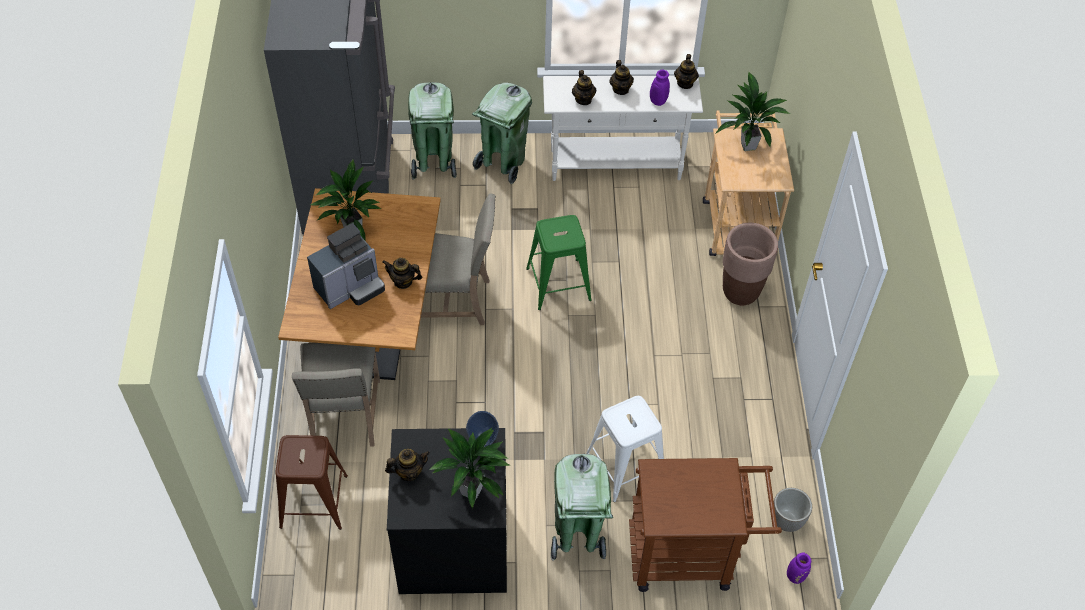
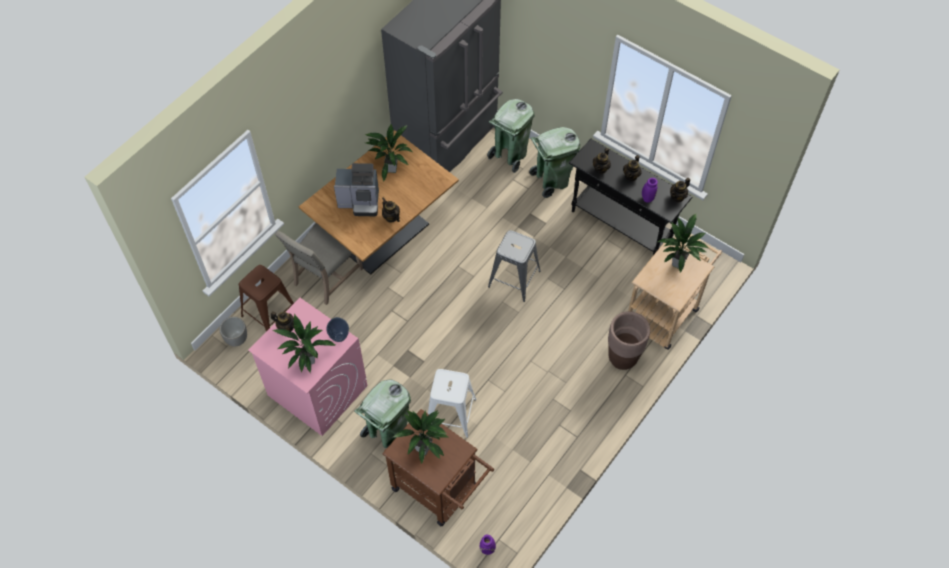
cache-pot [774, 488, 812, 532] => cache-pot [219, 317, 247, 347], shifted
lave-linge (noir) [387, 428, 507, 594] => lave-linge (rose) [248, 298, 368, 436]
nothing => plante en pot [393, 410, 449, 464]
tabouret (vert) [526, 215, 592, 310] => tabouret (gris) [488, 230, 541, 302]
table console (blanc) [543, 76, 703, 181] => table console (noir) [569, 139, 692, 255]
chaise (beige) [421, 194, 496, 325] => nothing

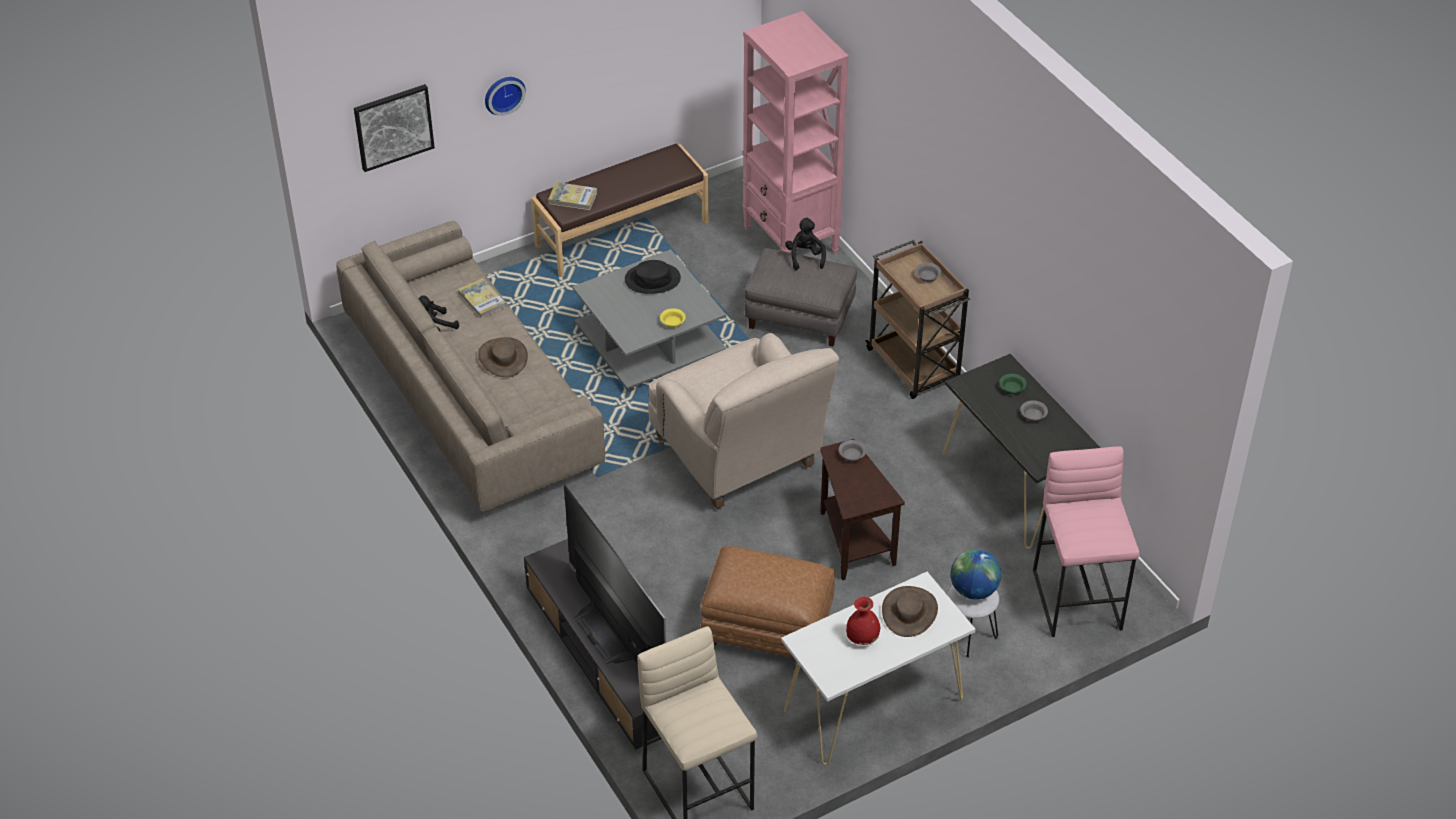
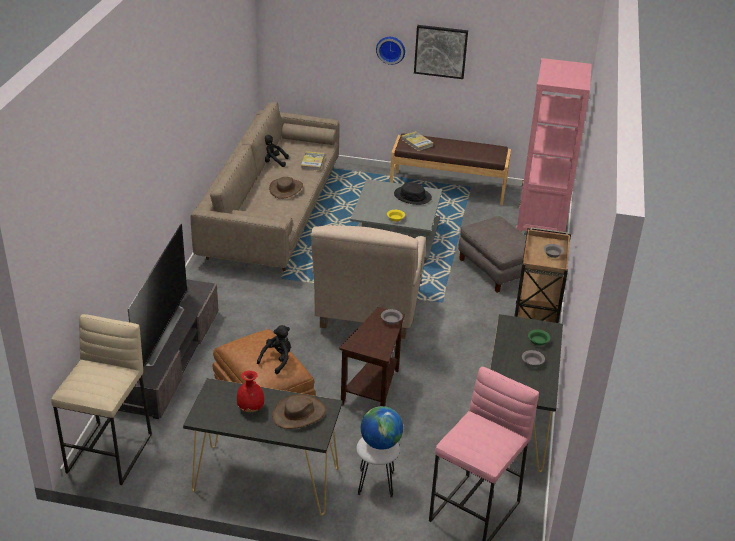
table console (blanc) [781, 572, 976, 765] => table console (noir) [183, 378, 343, 515]
peluche (noir) [785, 218, 826, 270] => peluche (noir) [257, 325, 291, 374], shifted
tableau [354, 84, 435, 172] => tableau [414, 25, 468, 79], shifted

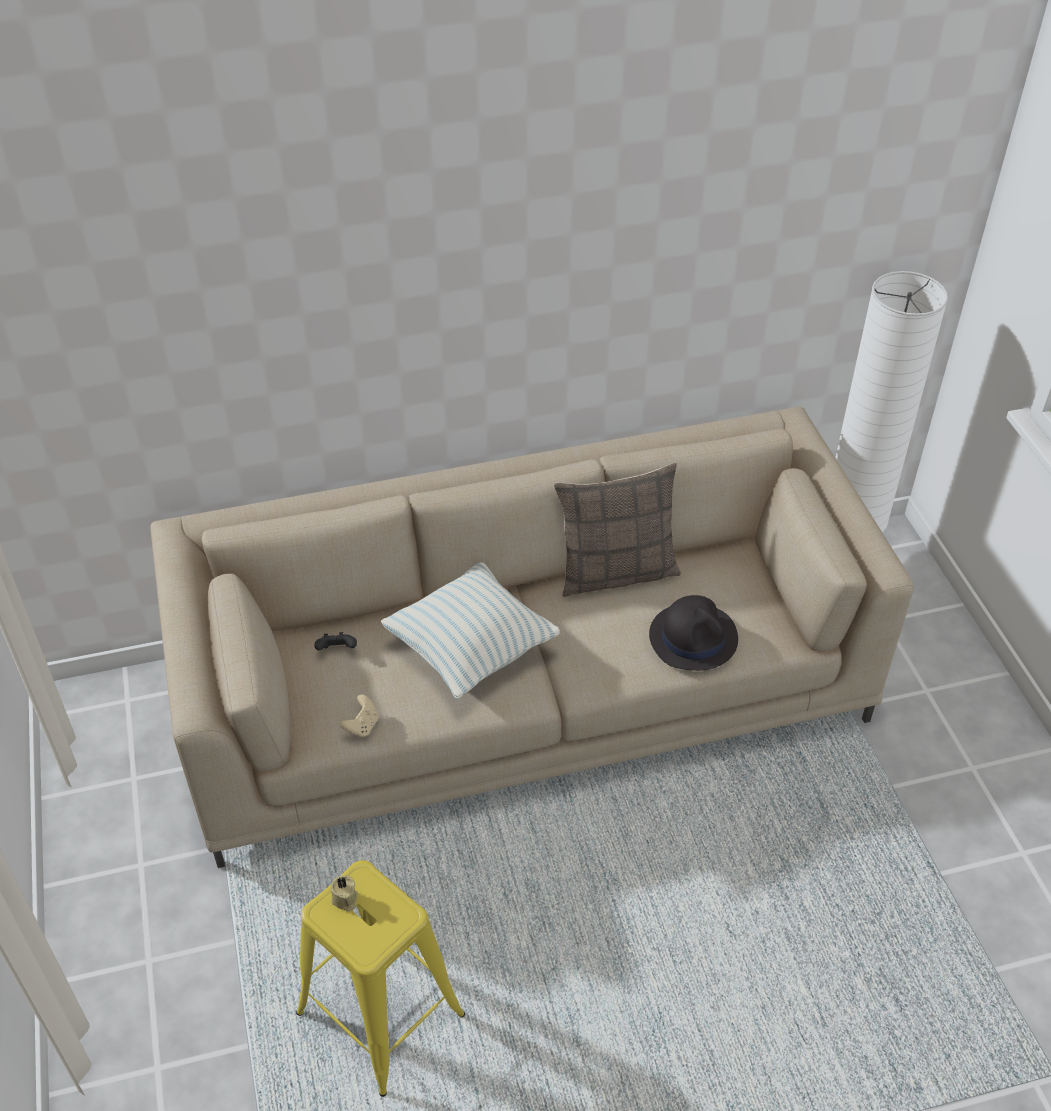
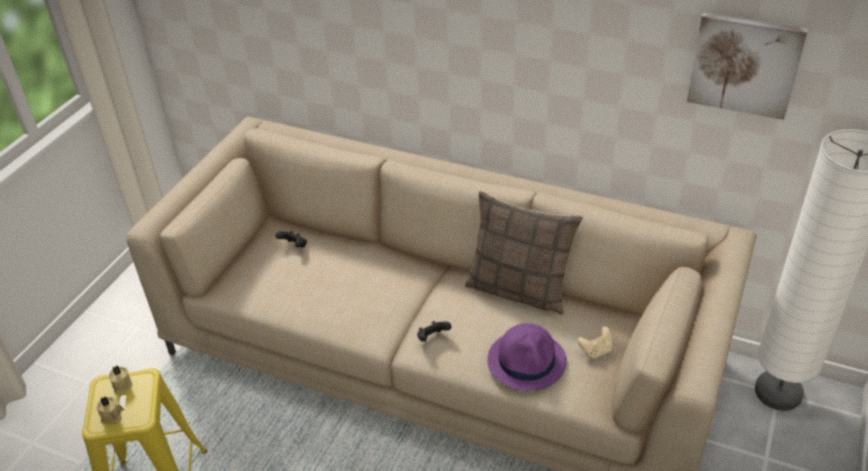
nothing => bougie (beige) [97, 396, 122, 424]
nothing => manette (noir) [417, 321, 452, 342]
chapeau (noir) [649, 595, 738, 671] => chapeau (violet) [487, 323, 567, 391]
manette (beige) [340, 694, 379, 738] => manette (beige) [578, 327, 613, 359], shifted
nothing => tableau [687, 13, 808, 120]
coussin [381, 562, 560, 699] => nothing

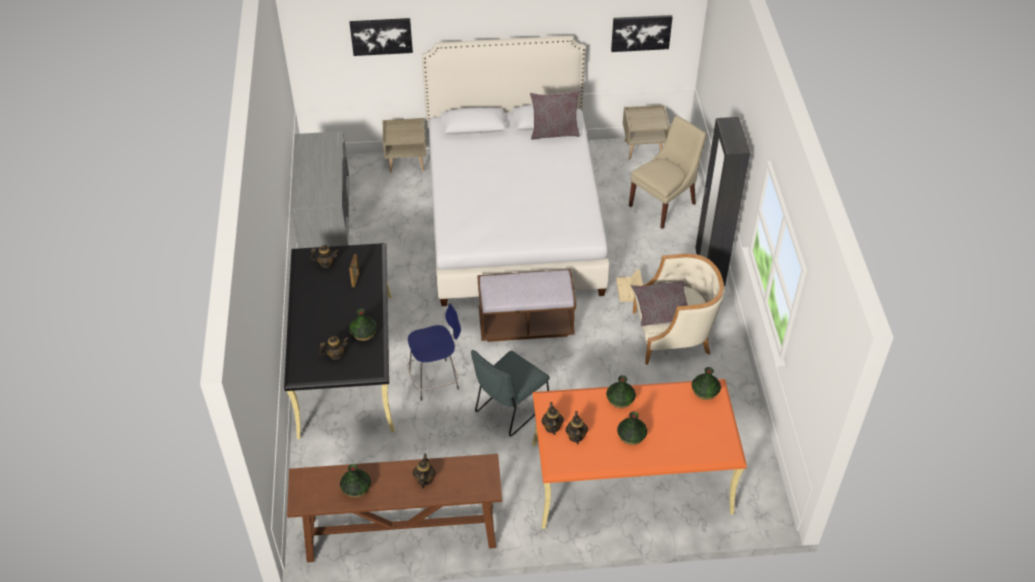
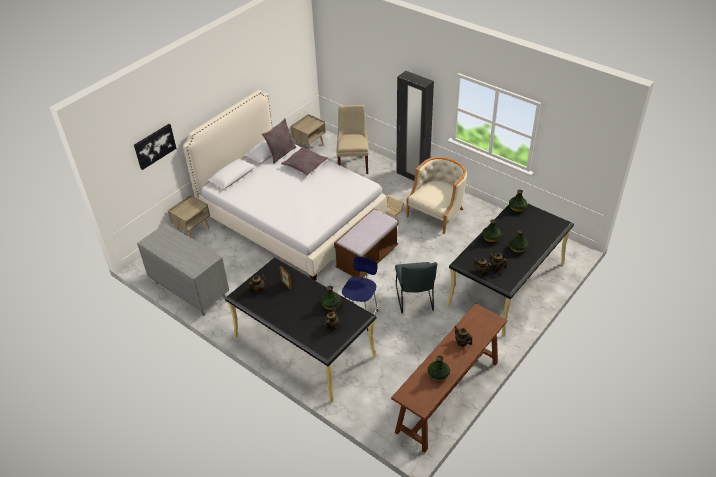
coussin (gris) [631, 280, 688, 327] => coussin (gris) [281, 147, 328, 176], shifted
bureau (orange) [532, 379, 747, 529] => bureau (noir) [446, 203, 574, 336]
tableau [611, 15, 673, 52] => nothing

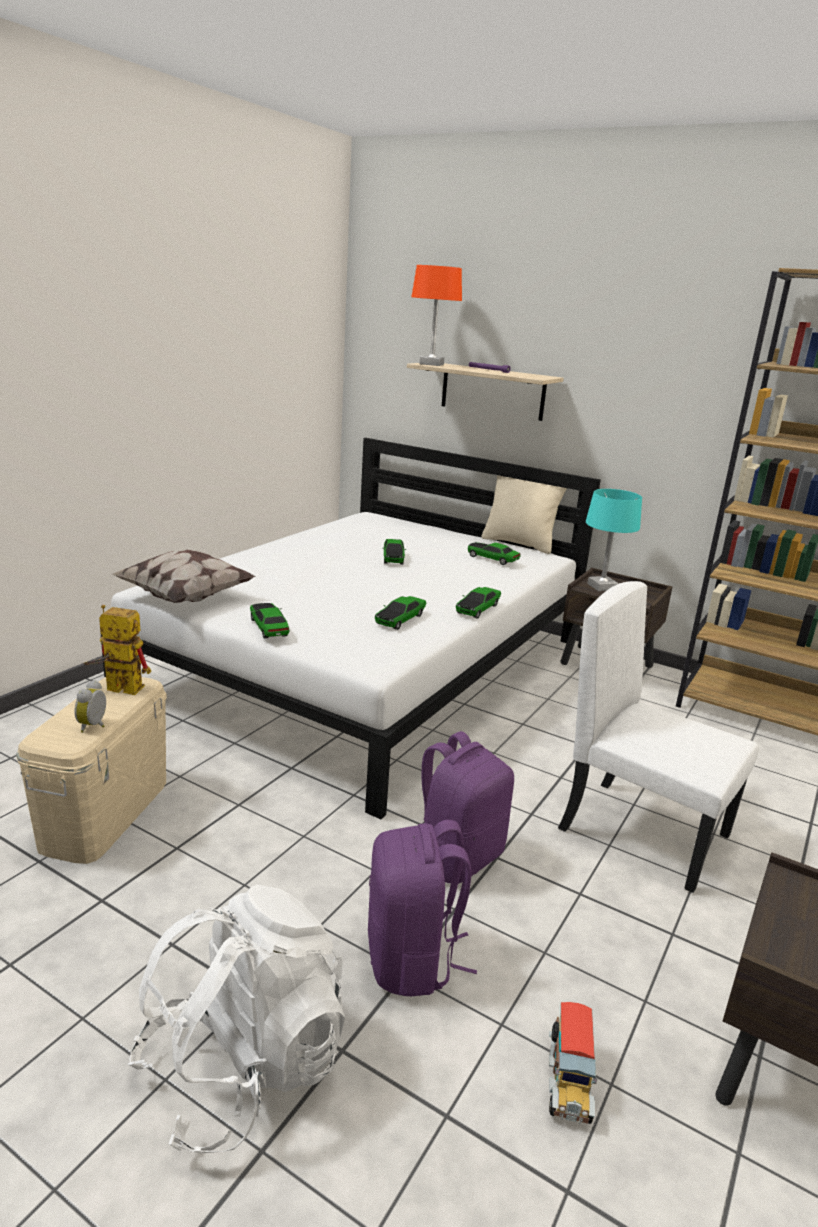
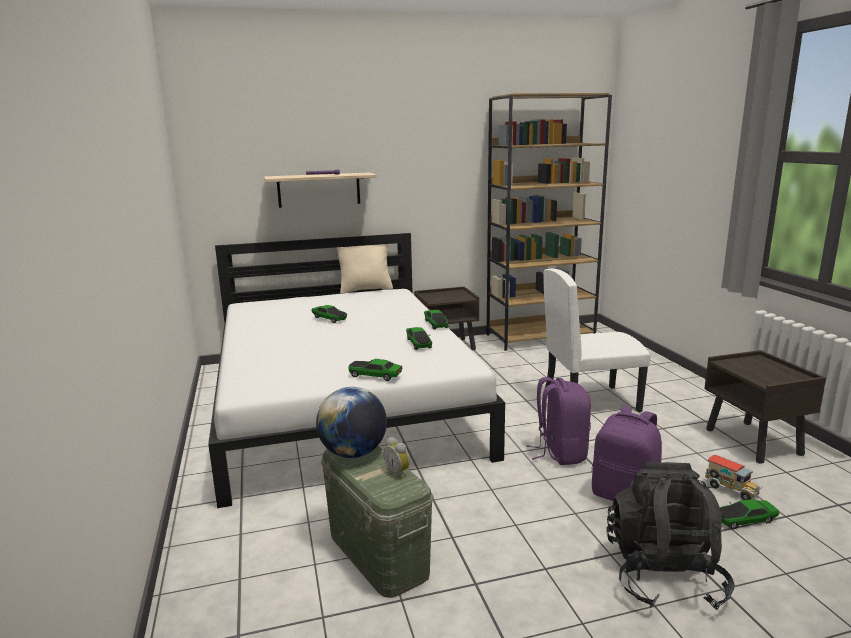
robot jouet [84, 605, 151, 695] => globe [316, 387, 387, 458]
boîte de rangement (beige) [16, 677, 167, 864] => boîte de rangement (vert) [321, 446, 433, 598]
sac à dos (blanc) [128, 884, 345, 1154] => sac à dos (noir) [606, 462, 735, 610]
petite voiture [468, 542, 521, 565] => petite voiture [720, 499, 780, 529], shifted
coussin [112, 549, 256, 603] => nothing
lampe de table (orange) [412, 265, 462, 366] => nothing
lampe de table (turquoise) [586, 489, 642, 591] => nothing

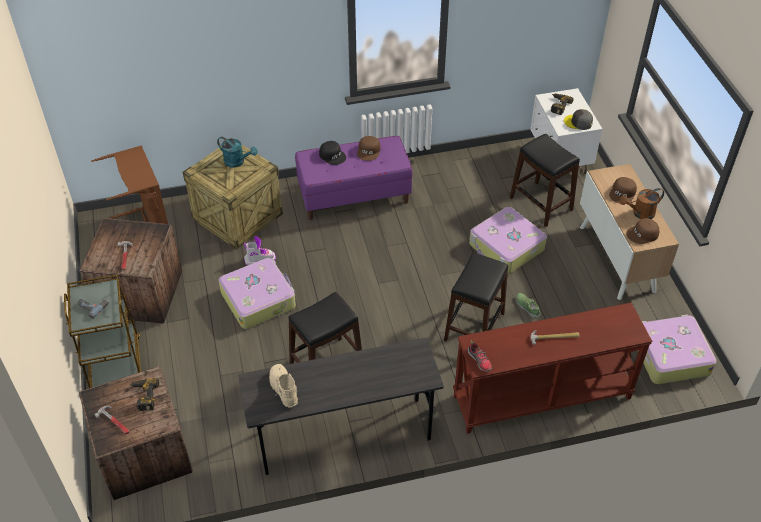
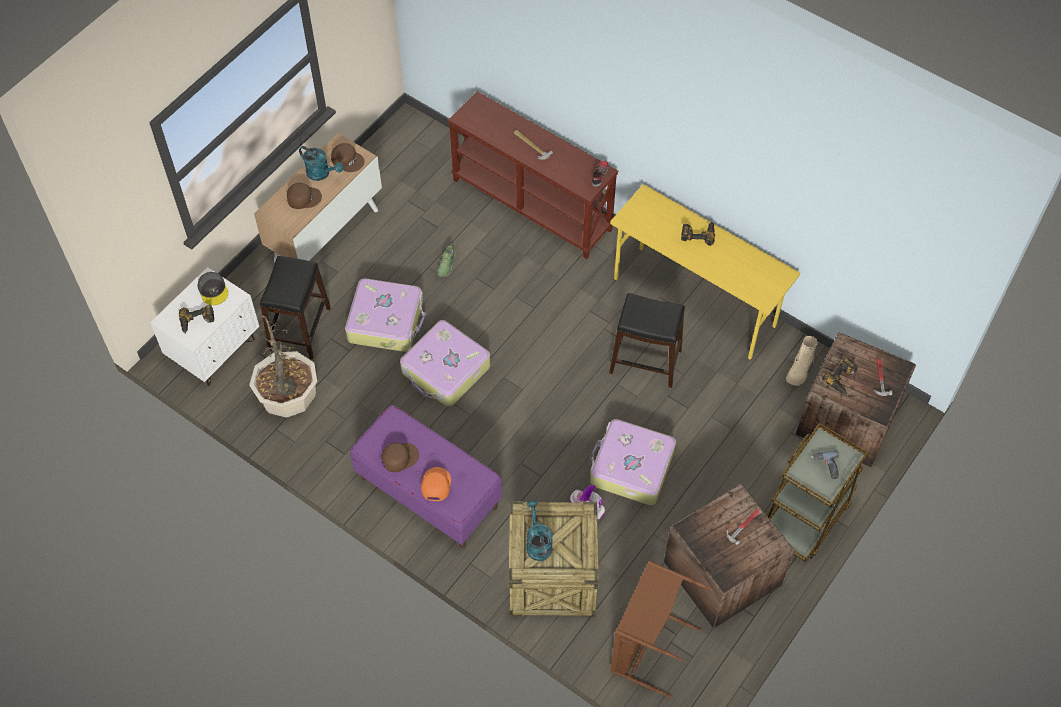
nothing => plante en pot [249, 310, 317, 418]
arrosoir (marron) [619, 188, 664, 219] => arrosoir (turquoise) [299, 146, 343, 181]
valise [638, 314, 717, 384] => valise [400, 320, 491, 407], shifted
casquette (noir) [319, 141, 346, 165] => casquette (orange) [421, 467, 451, 501]
bureau (gris) [238, 338, 444, 475] => bureau (jaune) [610, 184, 800, 360]
nothing => perceuse [681, 221, 715, 246]
botte (beige) [269, 364, 298, 407] => botte (beige) [786, 336, 818, 386], shifted
tabouret (noir) [444, 253, 508, 342] => nothing

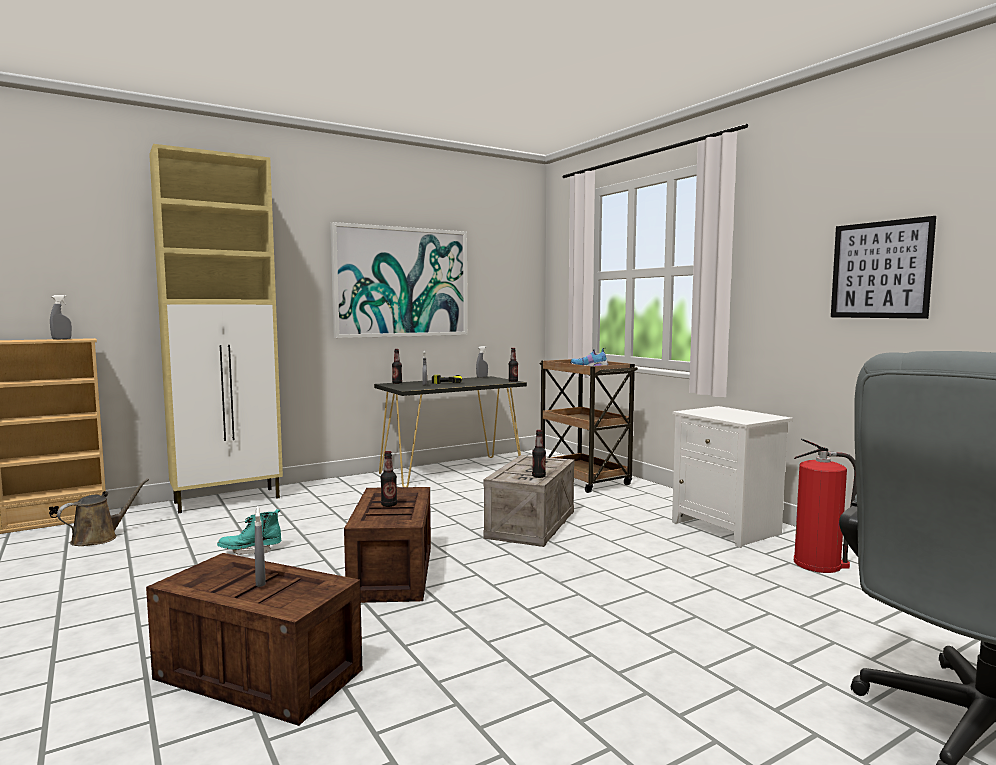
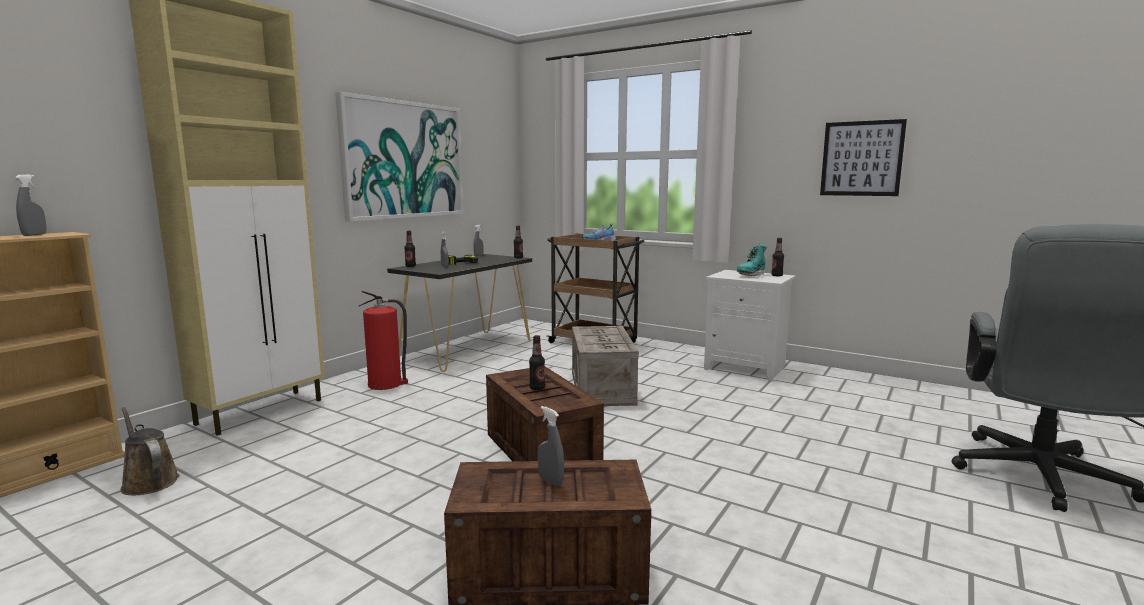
arrosoir (marron) [57, 479, 149, 546] => arrosoir (marron) [121, 407, 180, 495], 60 degrees counterclockwise
extincteur [794, 439, 857, 573] => extincteur [358, 291, 408, 390], shifted
botte (turquoise) [217, 509, 281, 555] => botte (turquoise) [737, 244, 767, 276], shifted
bouteille [532, 430, 546, 478] => bouteille [771, 238, 784, 276], shifted

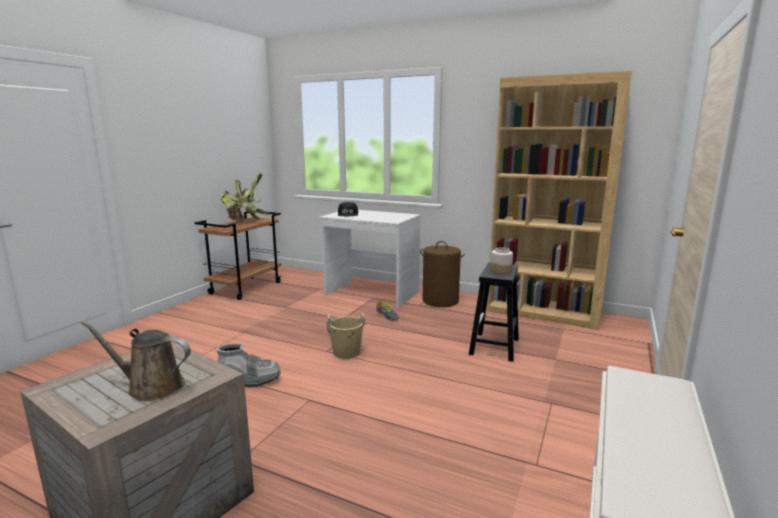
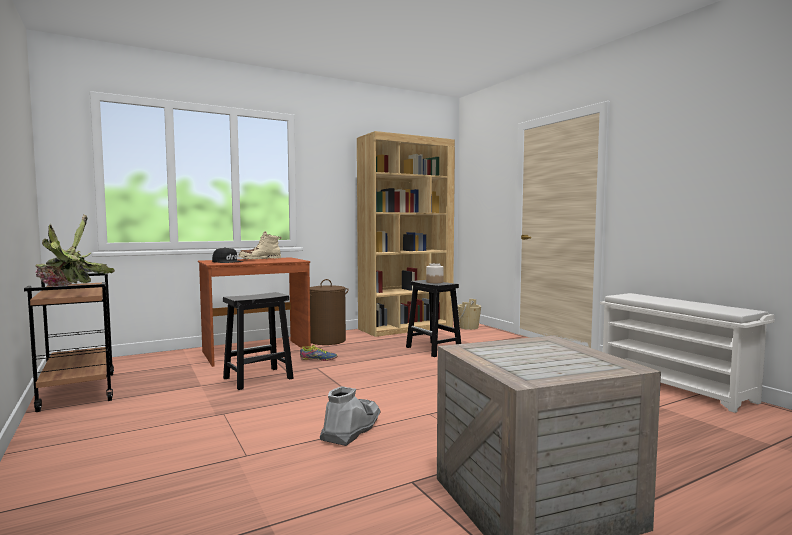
bureau (blanc) [319, 210, 420, 308] => bureau (marron) [198, 257, 311, 367]
nothing => tabouret (noir) [223, 292, 294, 390]
nothing => botte (beige) [238, 231, 282, 259]
seau (beige) [326, 312, 365, 359] => seau (beige) [458, 299, 481, 330], shifted
arrosoir (marron) [81, 321, 191, 401] => nothing

